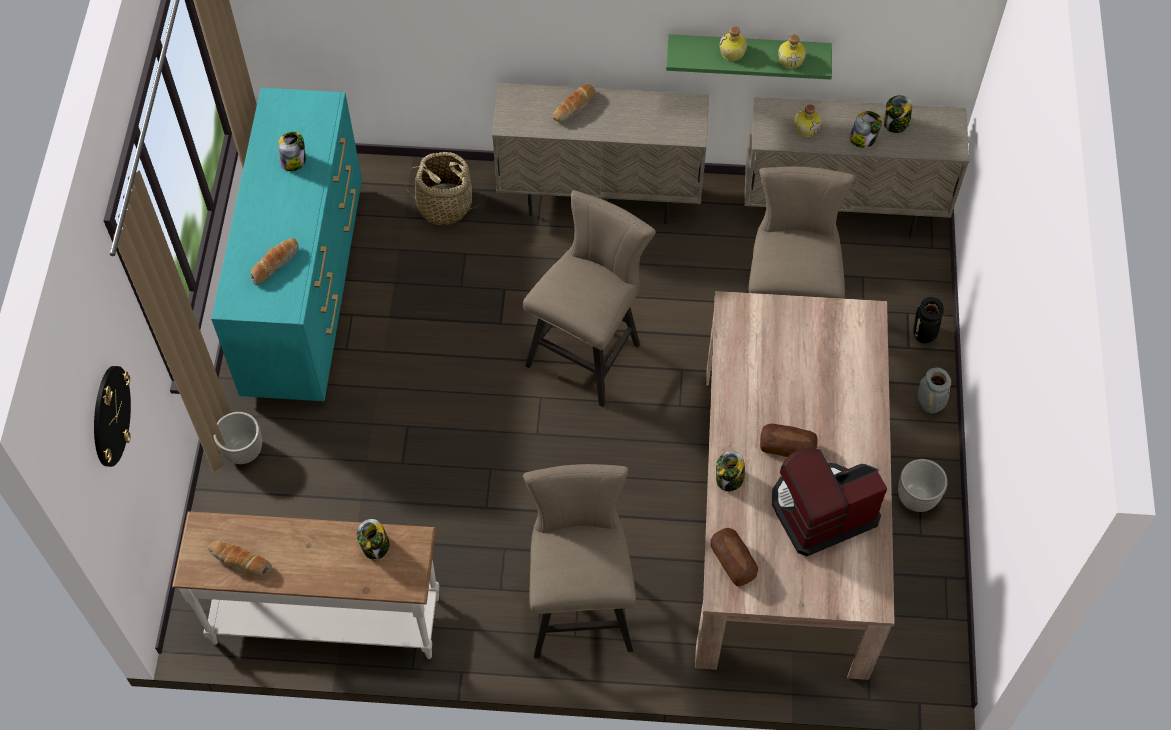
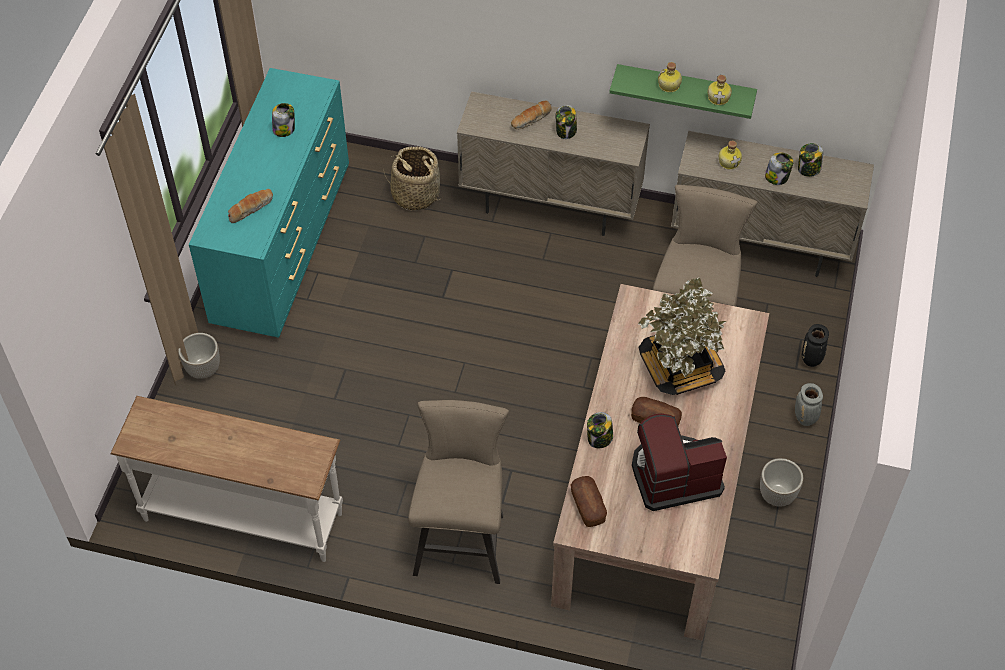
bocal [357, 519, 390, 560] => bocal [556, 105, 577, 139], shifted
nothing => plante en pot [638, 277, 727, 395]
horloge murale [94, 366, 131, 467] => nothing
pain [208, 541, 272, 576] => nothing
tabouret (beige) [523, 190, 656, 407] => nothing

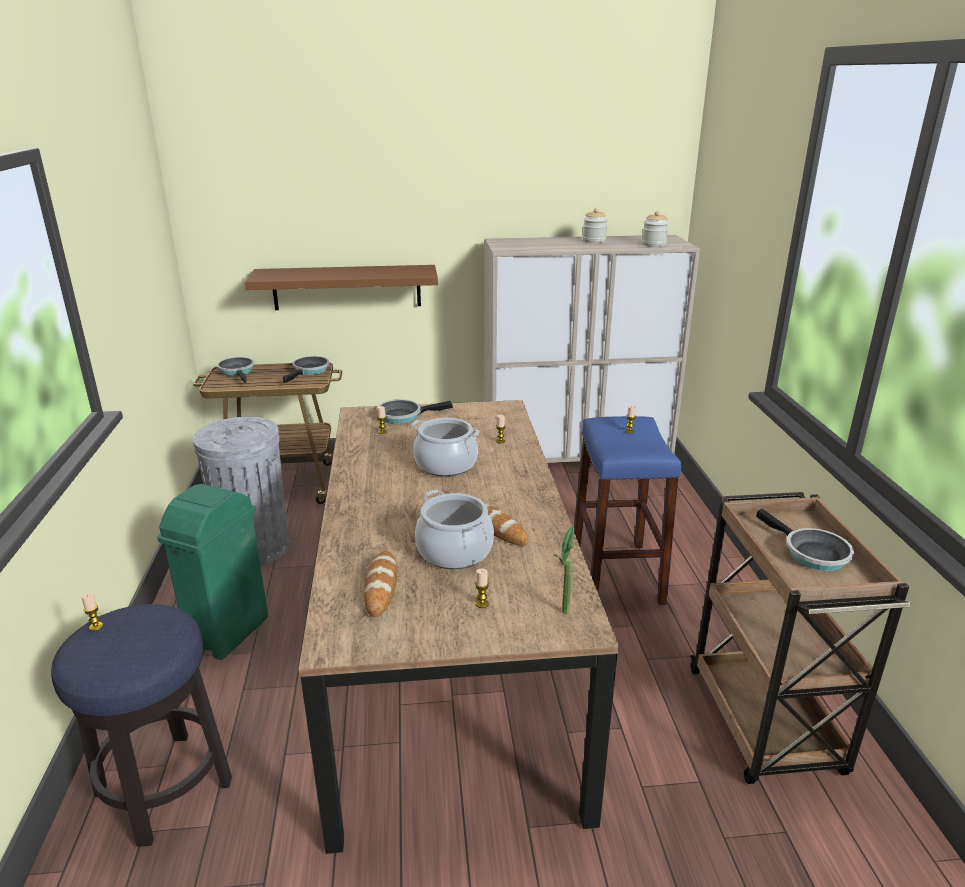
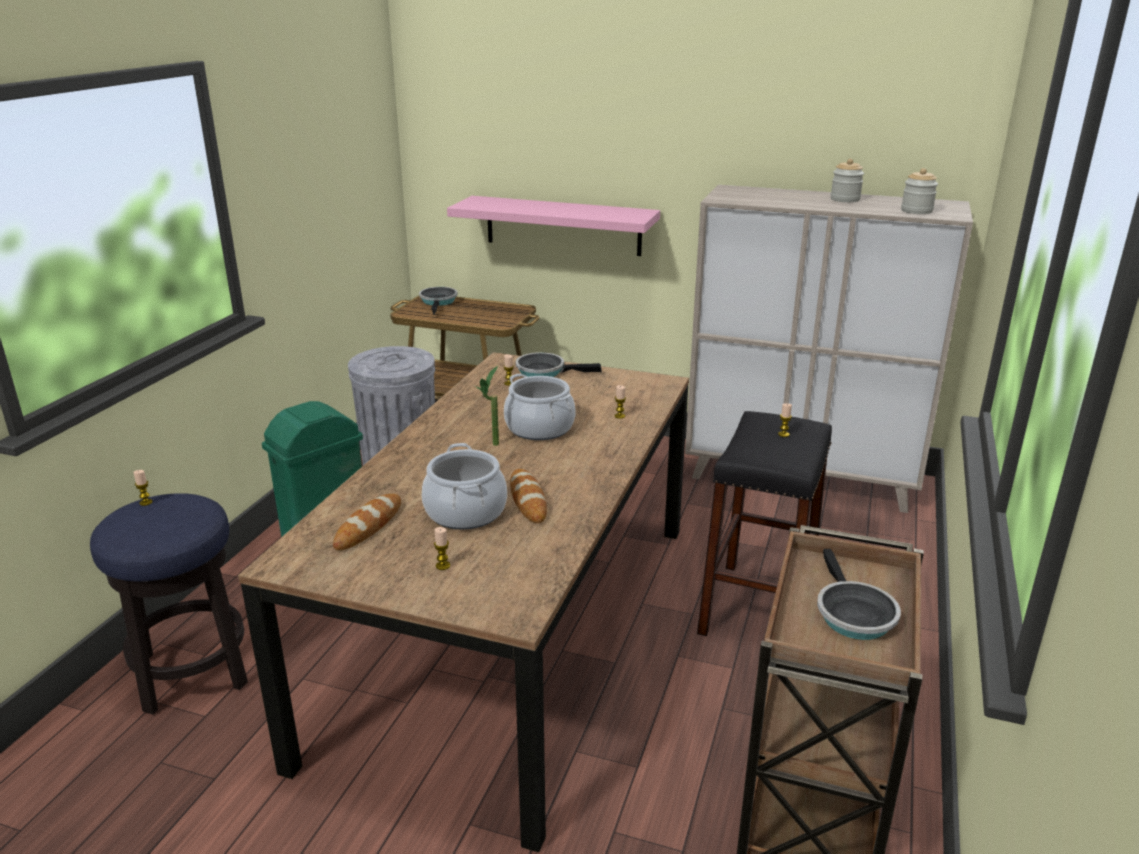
étagère (marron) [245, 265, 438, 310] => étagère (rose) [447, 196, 660, 256]
plante en pot [553, 525, 574, 614] => plante en pot [475, 366, 499, 446], shifted
tabouret (bleu) [574, 416, 681, 605] => tabouret (noir) [697, 411, 832, 636]
poêle [283, 356, 329, 383] => nothing

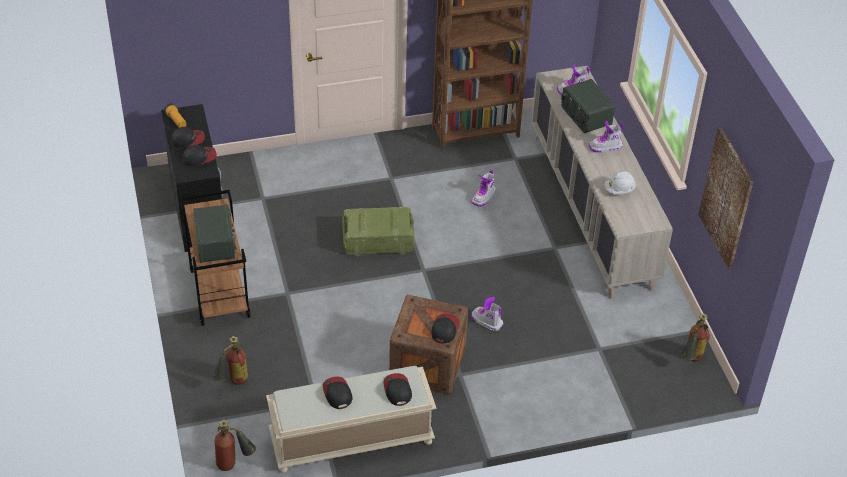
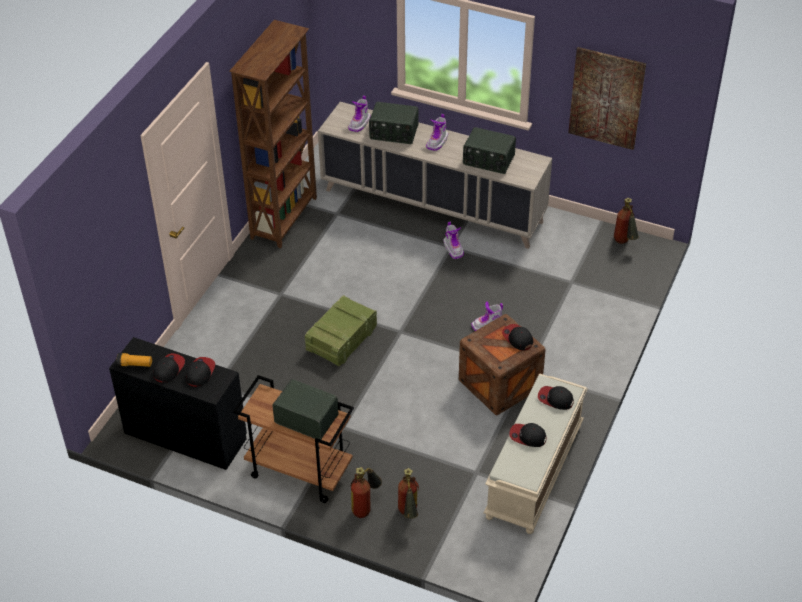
extincteur [215, 420, 256, 471] => extincteur [351, 467, 382, 518], shifted
botte [471, 170, 496, 207] => botte [443, 221, 464, 259], shifted
casque de chantier (blanc) [604, 171, 636, 194] => radio [463, 127, 516, 174]

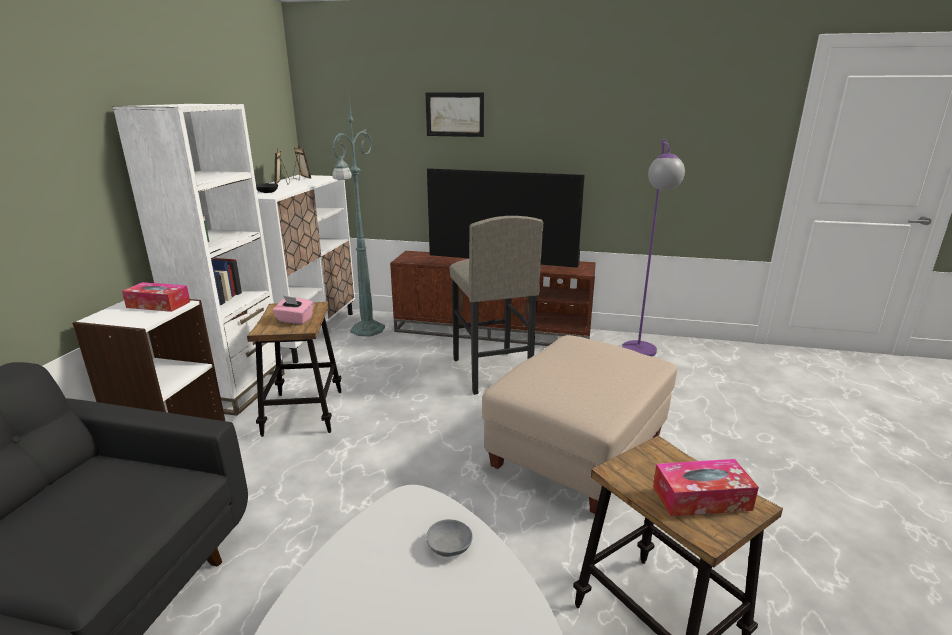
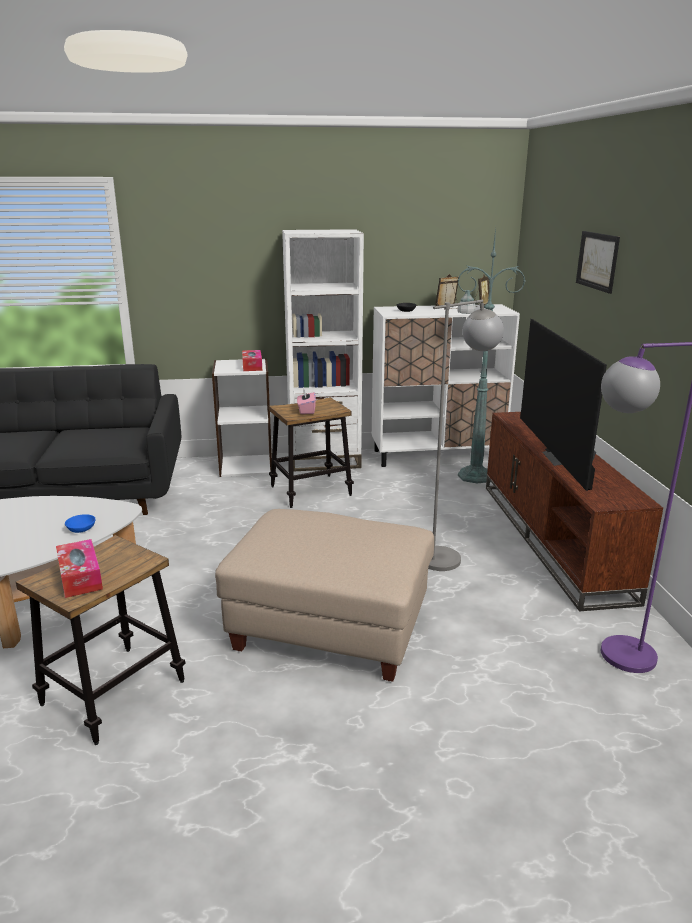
bol (gris) [426, 519, 473, 557] => bol (bleu) [65, 514, 96, 533]
tabouret (gris) [450, 216, 543, 395] => lampadaire (gris) [428, 300, 504, 571]

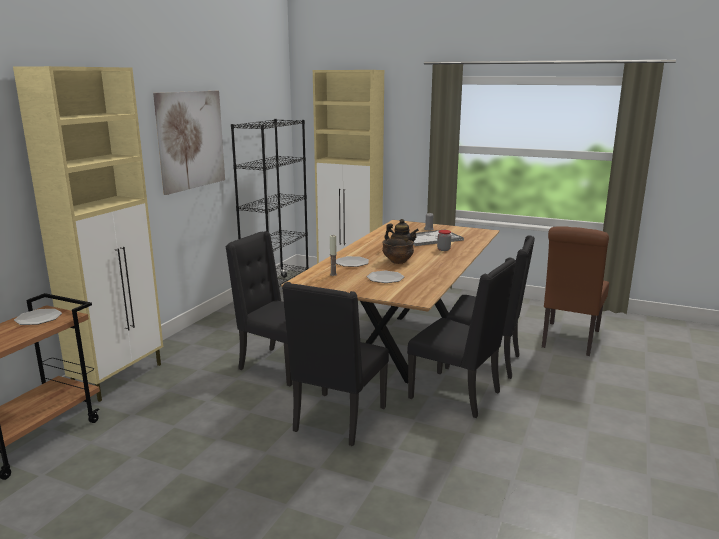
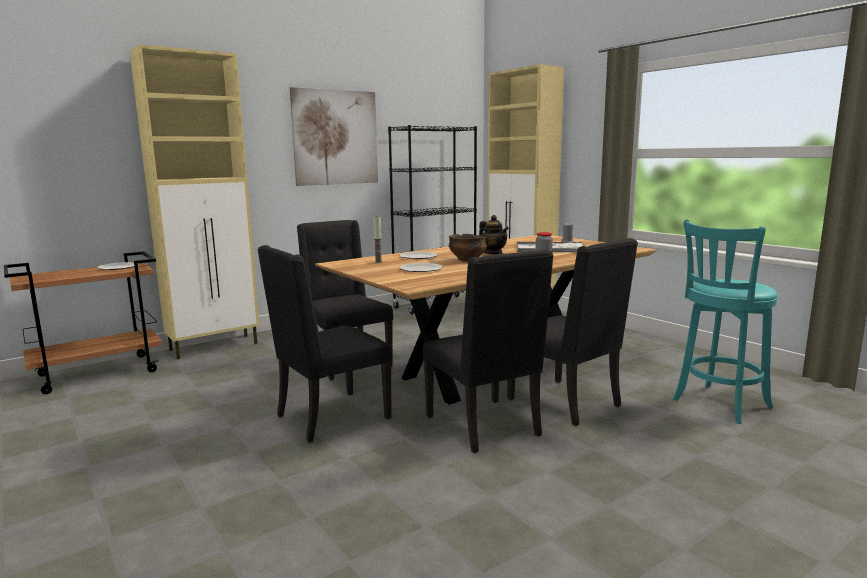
chaise (marron) [542, 226, 609, 356] => tabouret (turquoise) [673, 219, 778, 424]

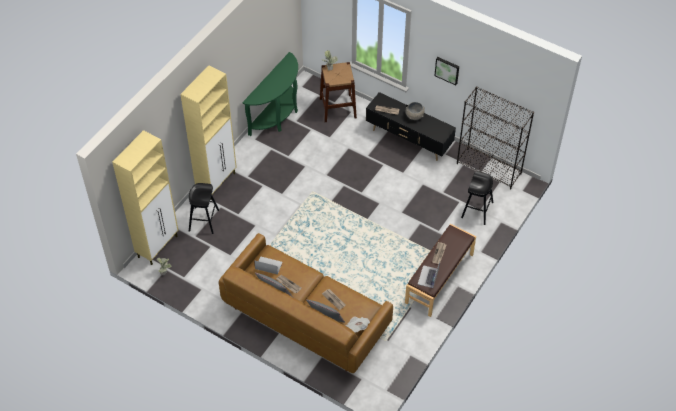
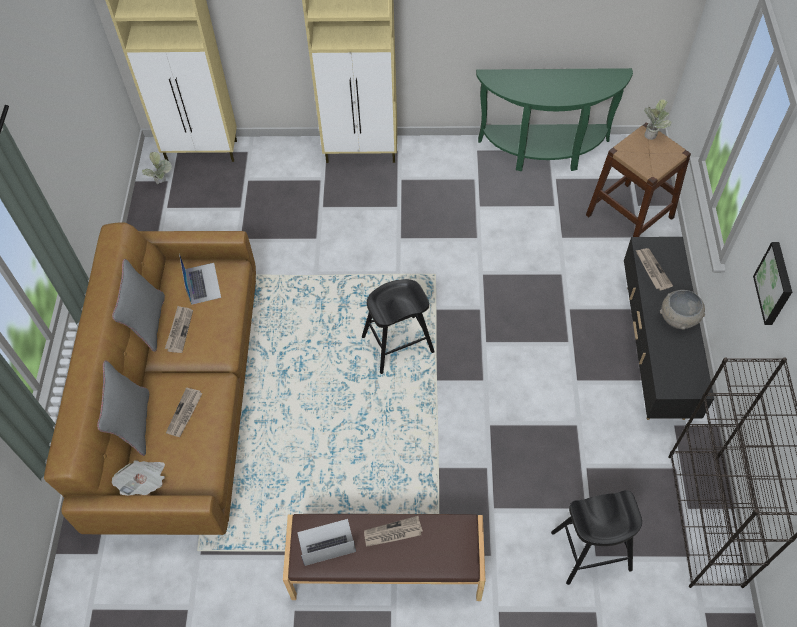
tabouret (noir) [189, 183, 219, 234] => tabouret (noir) [362, 279, 435, 374], shifted

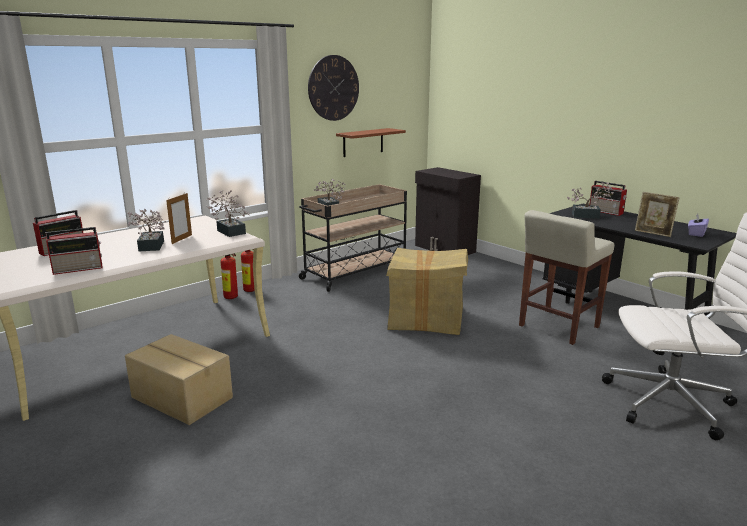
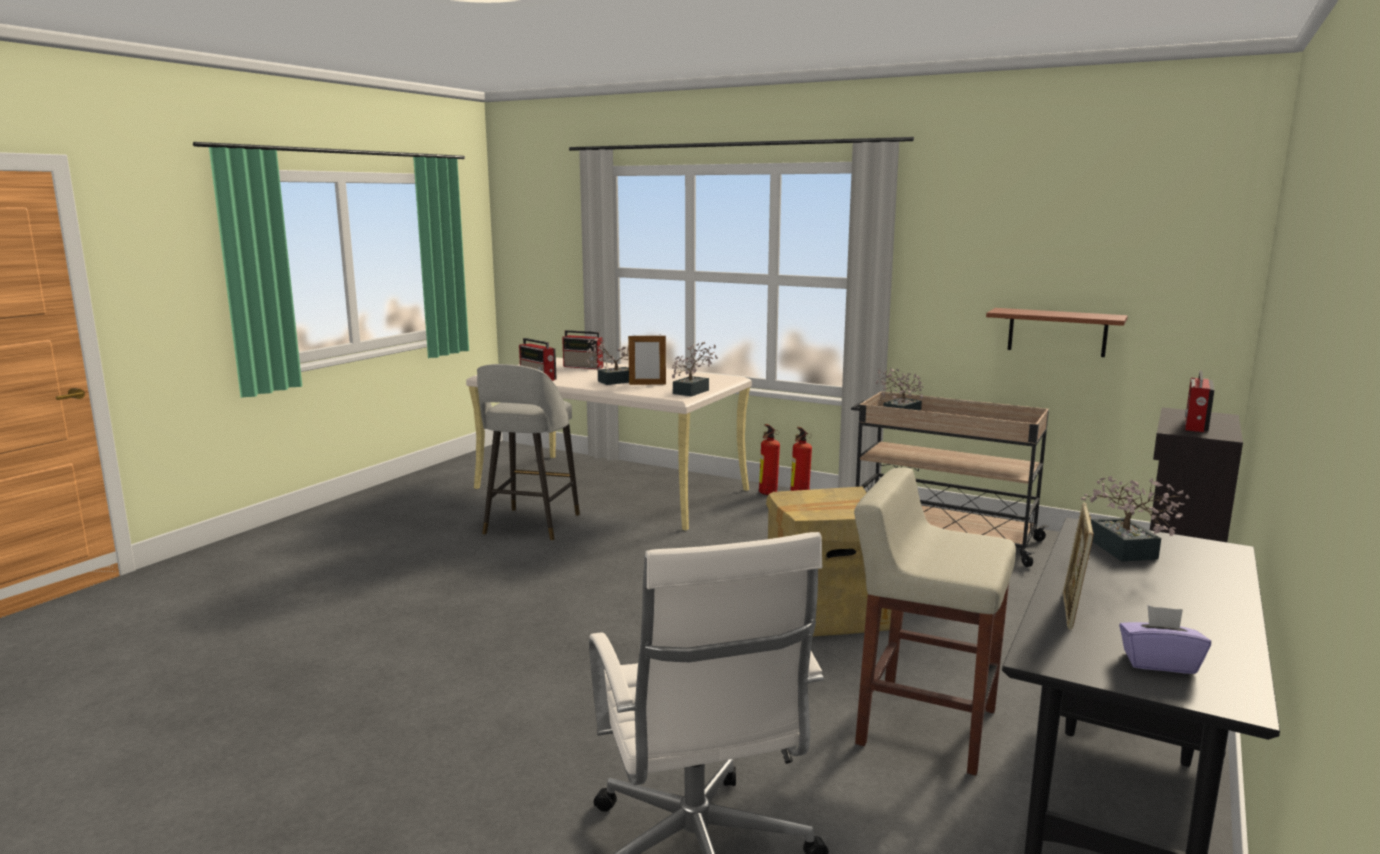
carton [125, 334, 233, 425] => tabouret (gris) [477, 364, 580, 541]
radio [589, 181, 627, 216] => radio [1185, 370, 1215, 432], shifted
horloge murale [308, 55, 359, 121] => nothing

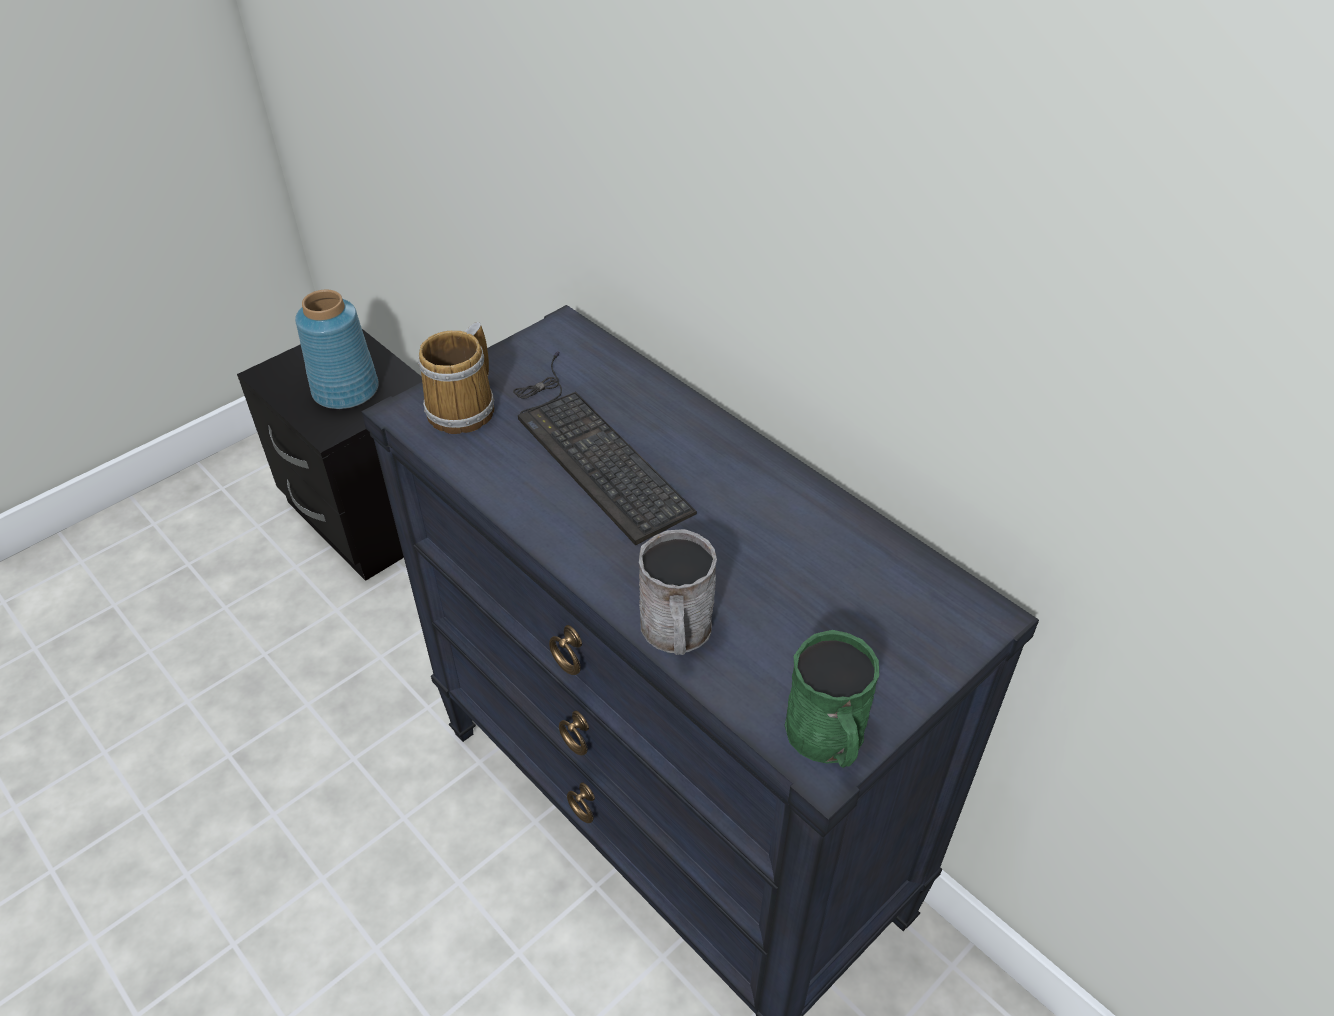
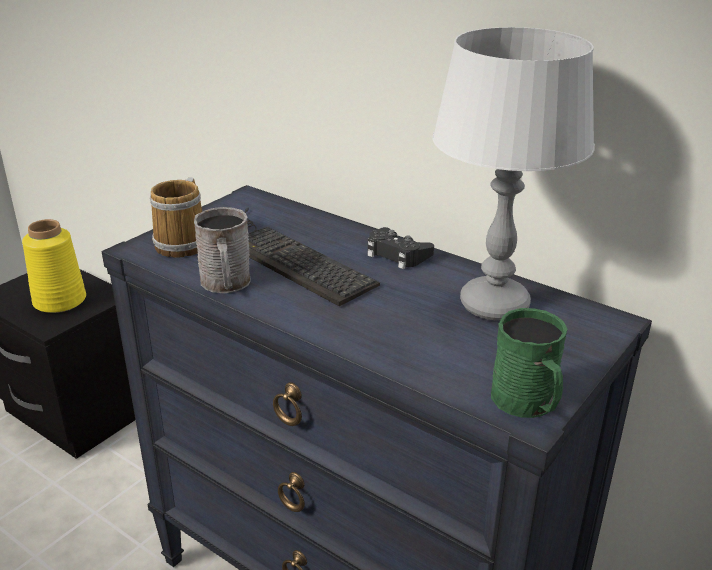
vase (bleu) [295, 290, 379, 409] => vase (jaune) [22, 219, 86, 313]
mug (gris) [639, 529, 717, 655] => mug (gris) [194, 207, 251, 293], shifted
nothing => manette (noir) [367, 227, 434, 269]
nothing => lampe de table (gris) [433, 27, 595, 321]

